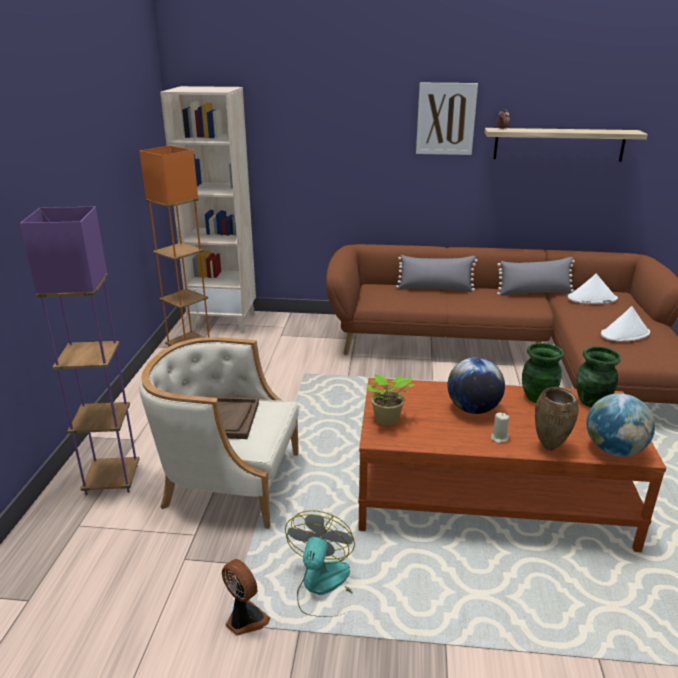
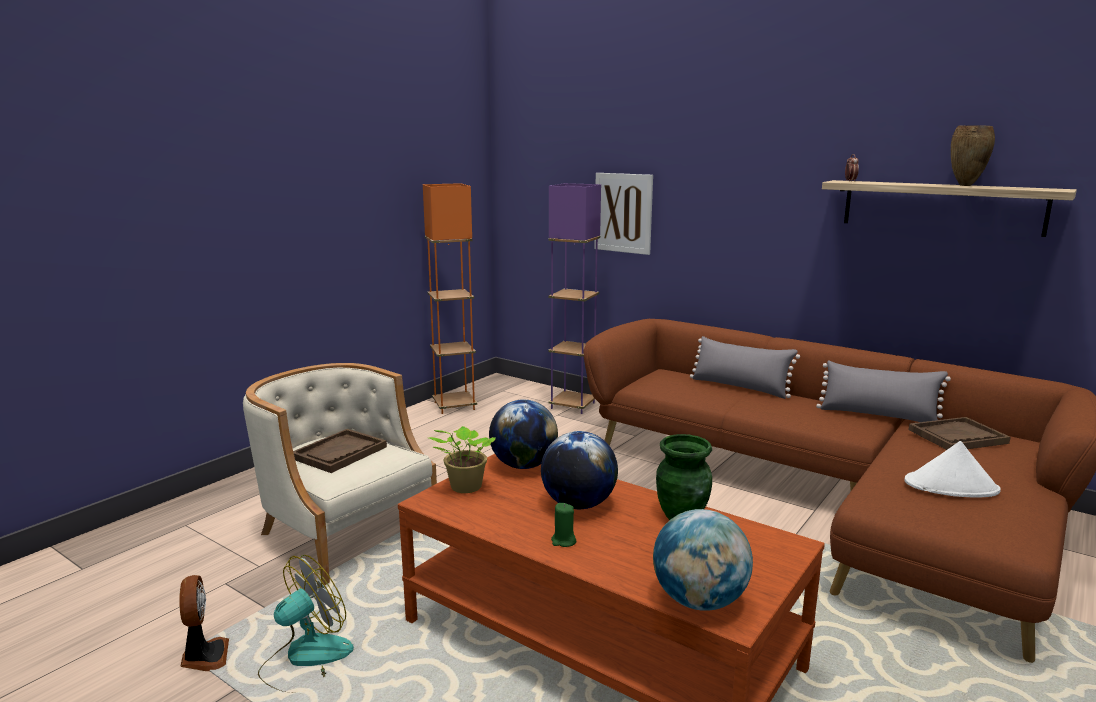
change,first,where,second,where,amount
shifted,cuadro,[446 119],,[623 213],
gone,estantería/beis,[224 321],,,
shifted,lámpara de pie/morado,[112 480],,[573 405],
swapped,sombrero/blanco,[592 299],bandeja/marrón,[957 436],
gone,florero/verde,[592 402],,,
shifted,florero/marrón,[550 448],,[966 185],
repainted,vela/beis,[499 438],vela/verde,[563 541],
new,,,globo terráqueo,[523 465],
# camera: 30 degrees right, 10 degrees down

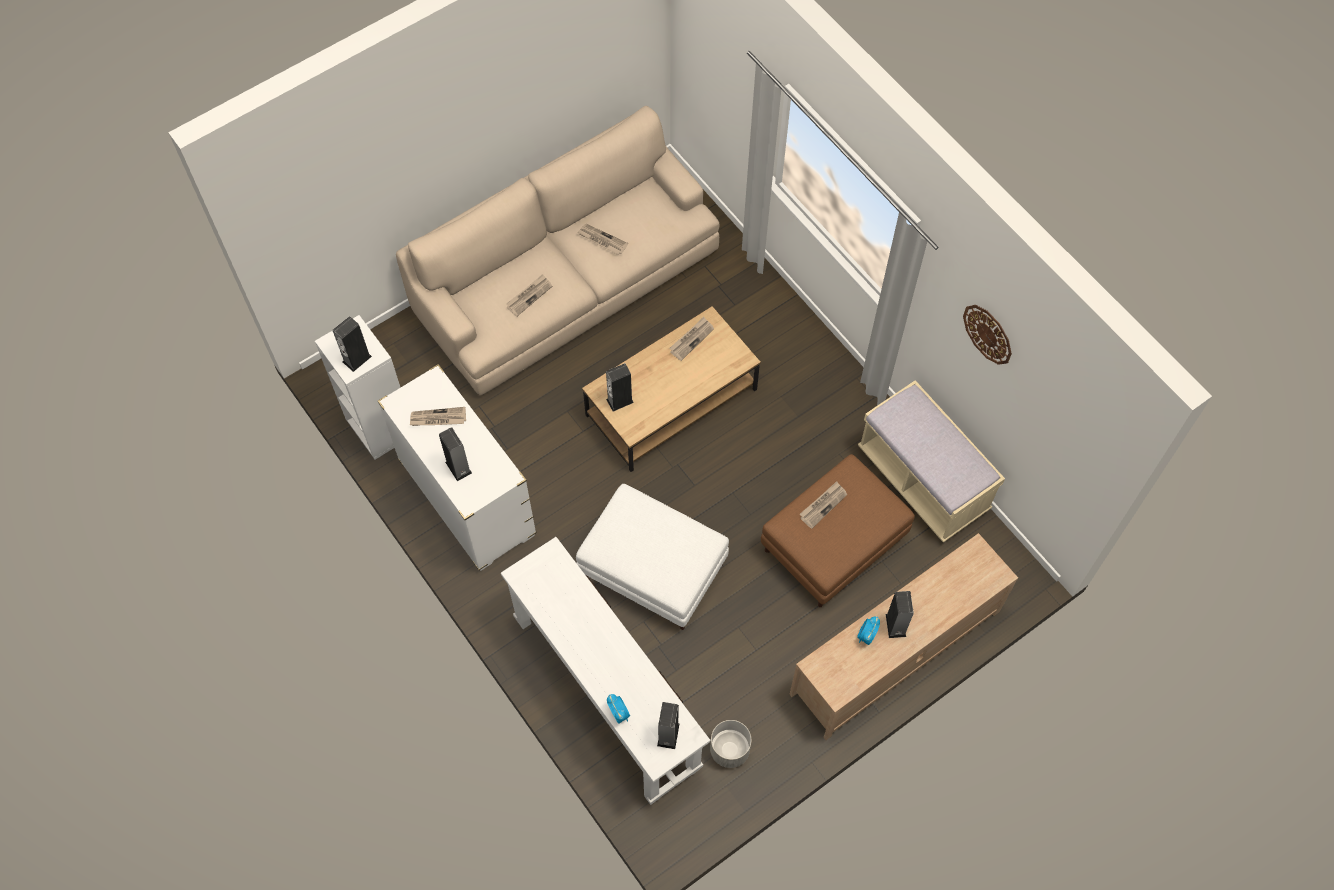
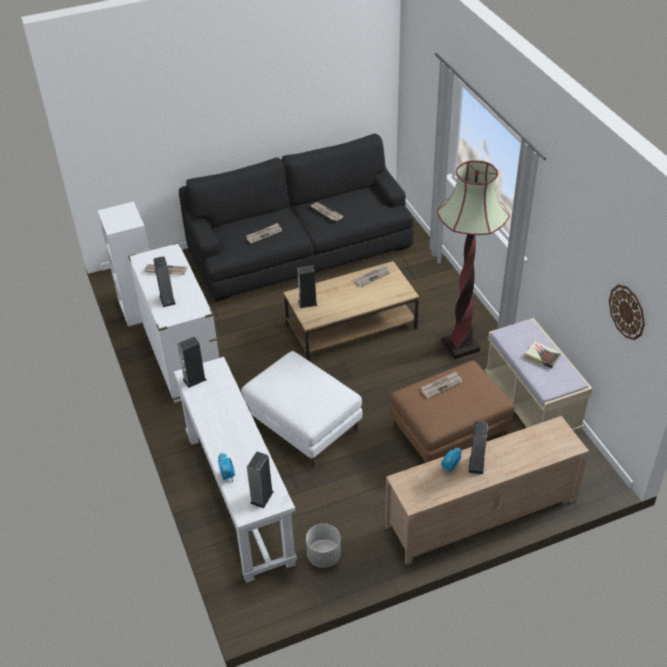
change,first,where,second,where,amount
repainted,sofá/beis,[567 281],sofá/negro,[300 250],
shifted,reloj de pared,[988 334],,[627 311],
shifted,altavoz,[357 359],,[194 379],
new,,,lámpara de pie,[460 346],
new,,,libro,[542 356],
# camera: 15 degrees right, 20 degrees down

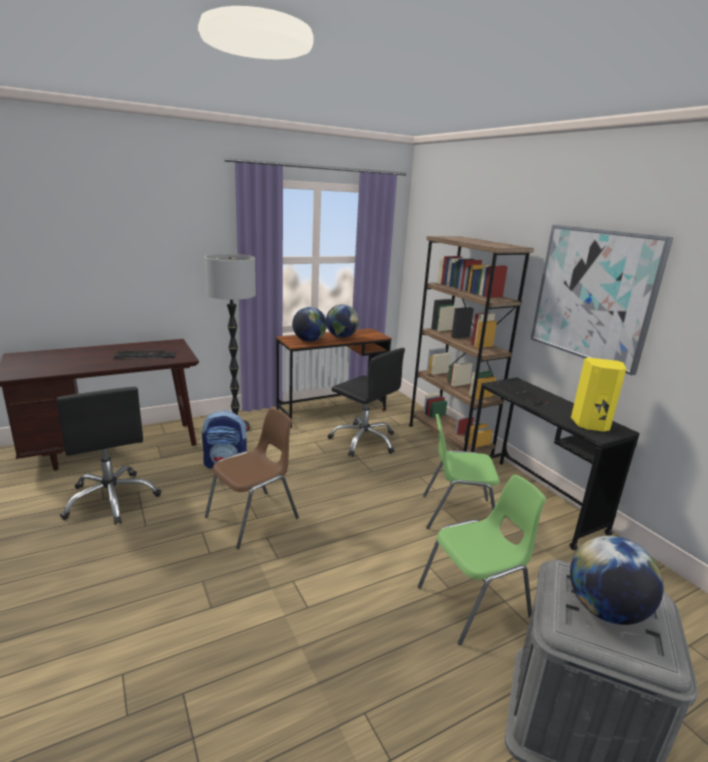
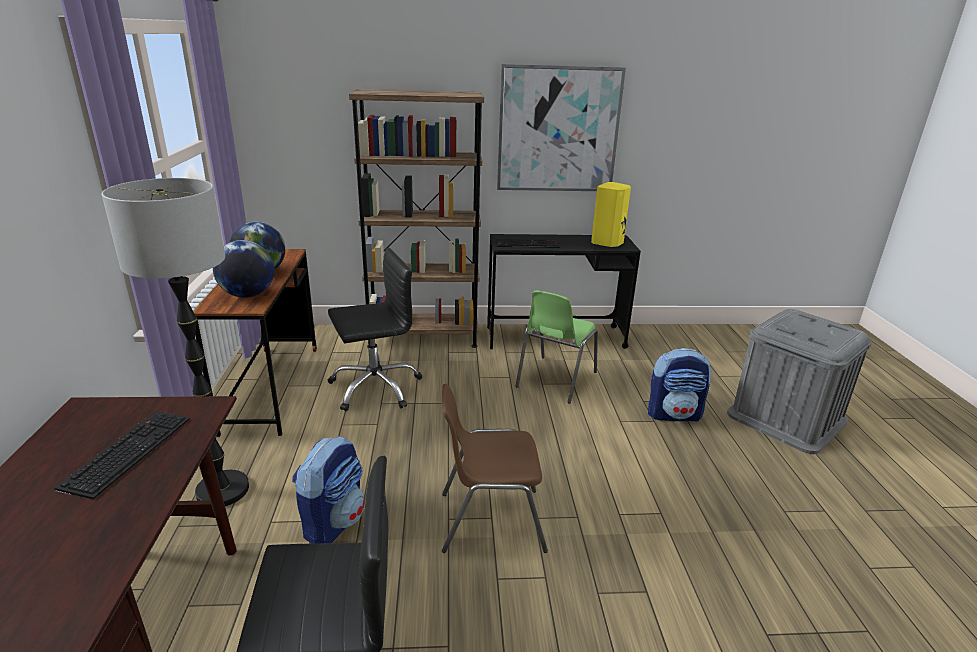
change,first,where,second,where,amount
rotated,silla/marrón,[254 517],,[489 520],75 degrees counterclockwise
swapped,silla/verde,[475 602],mochila,[674 414],
gone,globo terráqueo,[605 610],,,
# camera: 65 degrees left, 5 degrees up

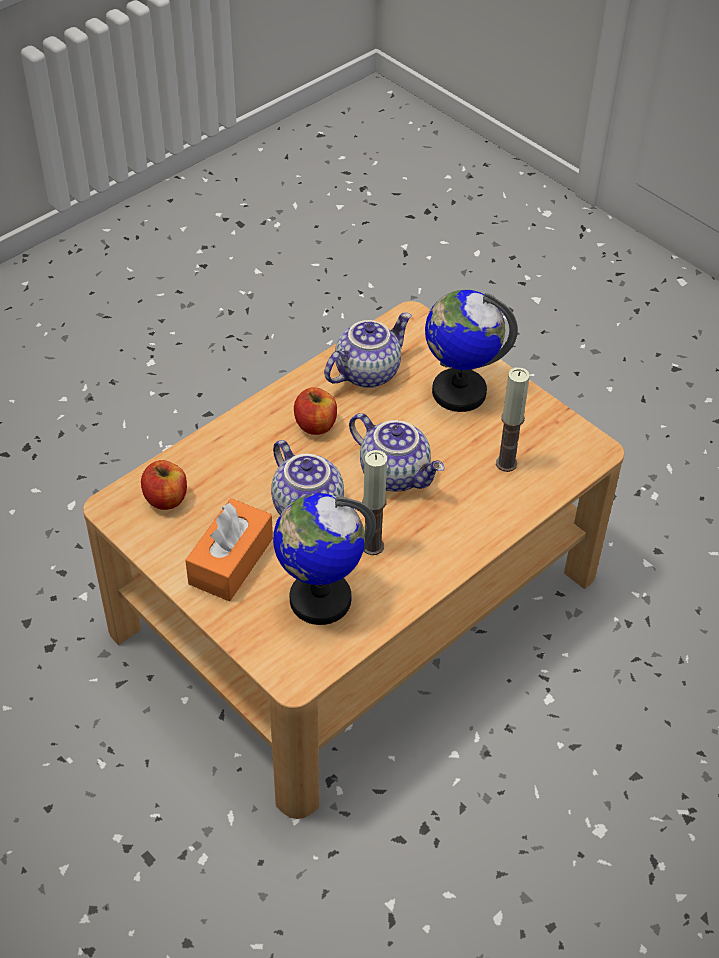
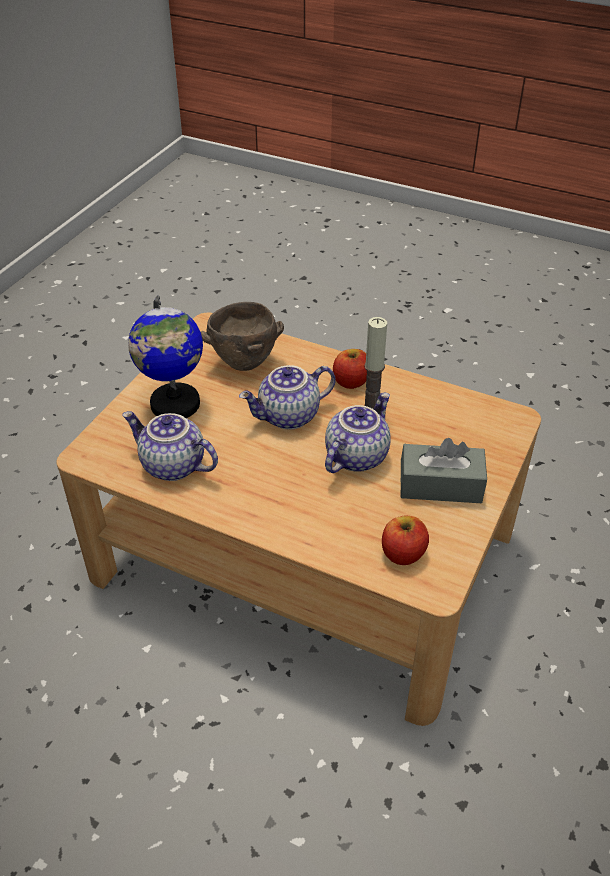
change,first,where,second,where,amount
swapped,vela,[506 463],cuenco/marrón,[245 363],
shifted,manzana,[315 425],,[351 381],
rotated,tetera,[396 474],,[289 417],135 degrees counterclockwise
gone,globo terráqueo,[319 599],,,
repainted,caja de pañuelos/naranja,[231 561],caja de pañuelos/gris,[440 485],
# camera: 110 degrees left, 5 degrees down

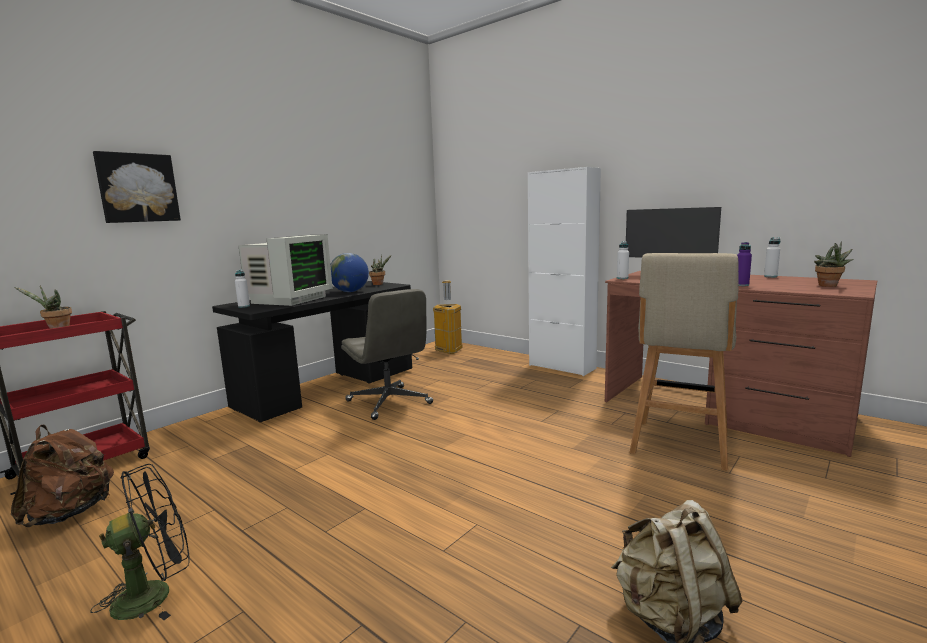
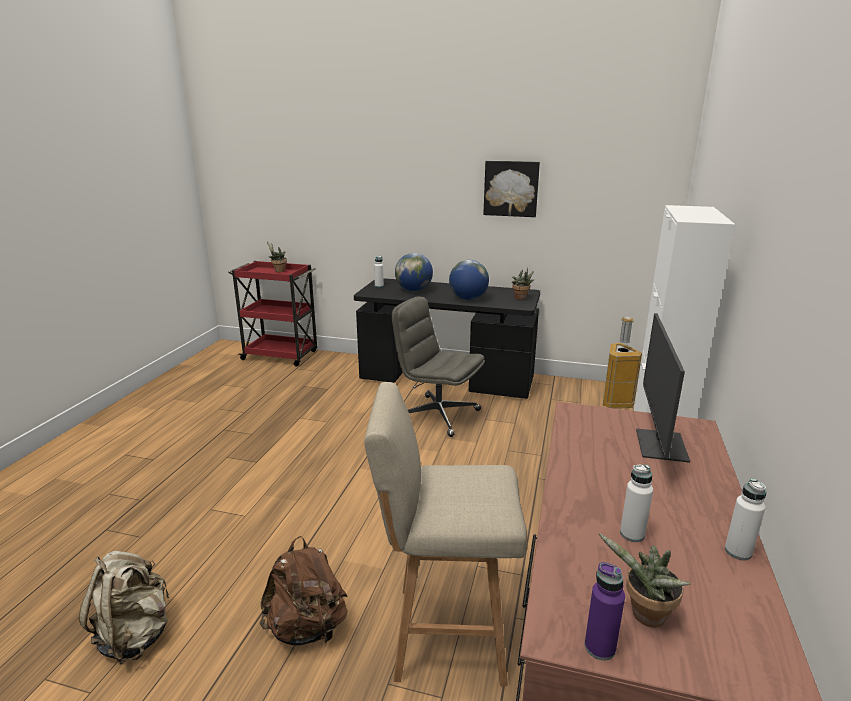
change,first,where,second,where,amount
shifted,cuadro,[138 188],,[511 188],
swapped,monitor,[288 300],globo terráqueo,[414 290],
shifted,botella/blanco,[622 278],,[632 534],
shifted,botella/morado,[741 285],,[600 647],
rotated,silla de oficina/gris,[389 402],,[437 415],90 degrees clockwise
shifted,mochila/marrón,[71 513],,[307 628],
gone,ventilador/negro,[155 593],,,
# camera: 65 degrees right, 10 degrees up

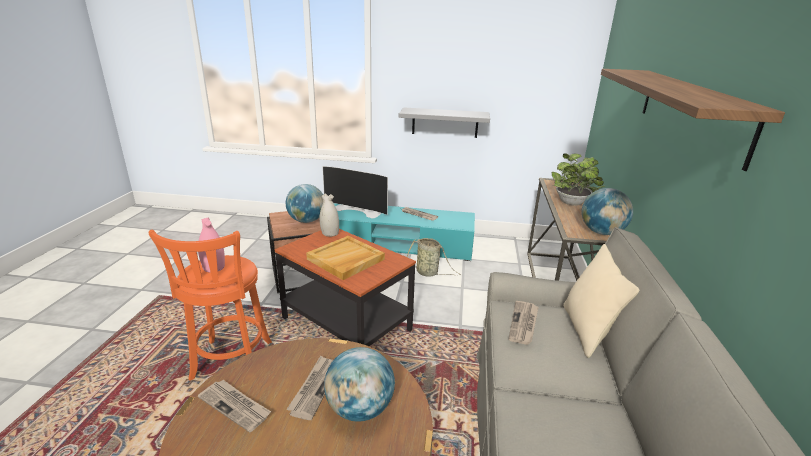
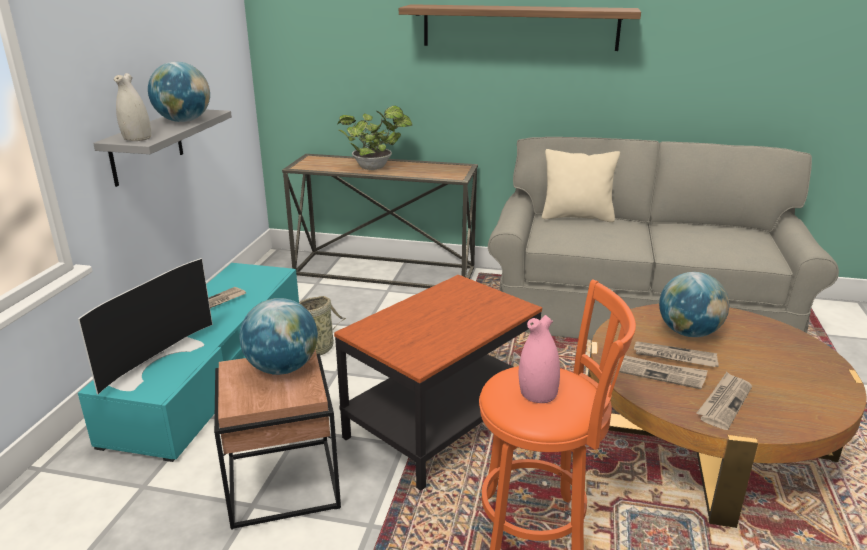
change,first,where,second,where,amount
shifted,globo terráqueo,[601 232],,[184 121],
shifted,florero/blanco,[330 233],,[137 139],
gone,bandeja/beis,[345 260],,,
shifted,periódico,[523 324],,[661 374],
# camera: 85 degrees left, 0 degrees up

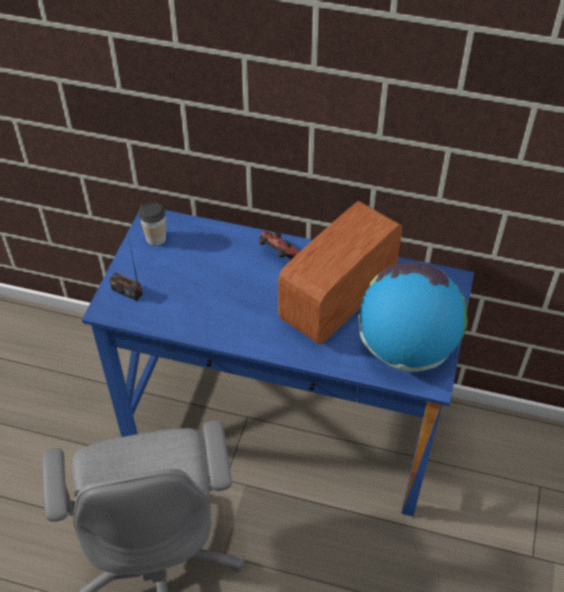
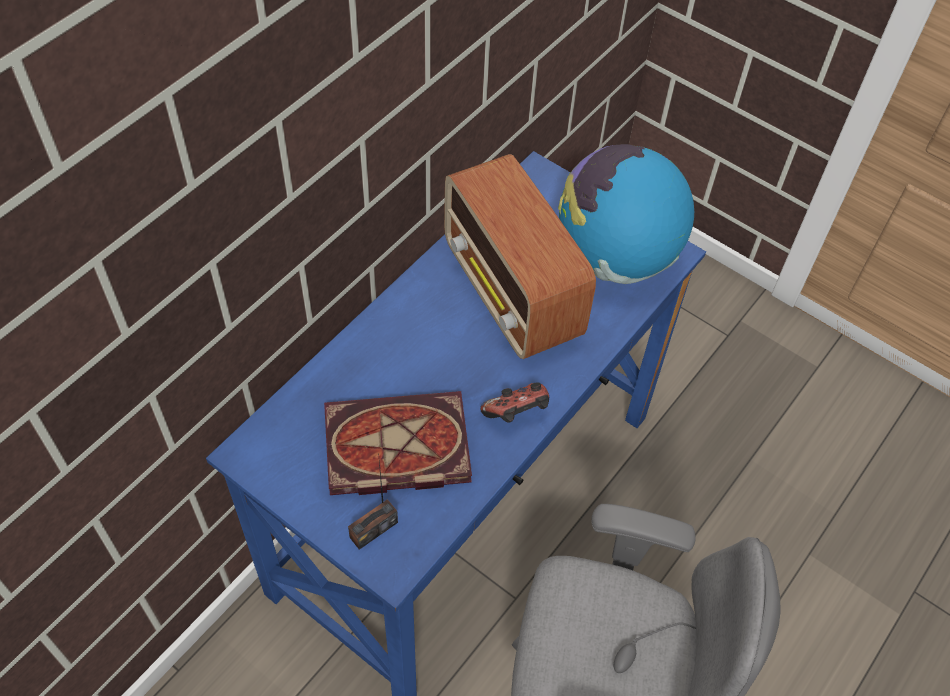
change,first,where,second,where,amount
gone,taza,[156 238],,,
shifted,mando de consola,[278 255],,[516 414],
new,,,libro,[393 449],
# camera: 70 degrees left, 5 degrees up

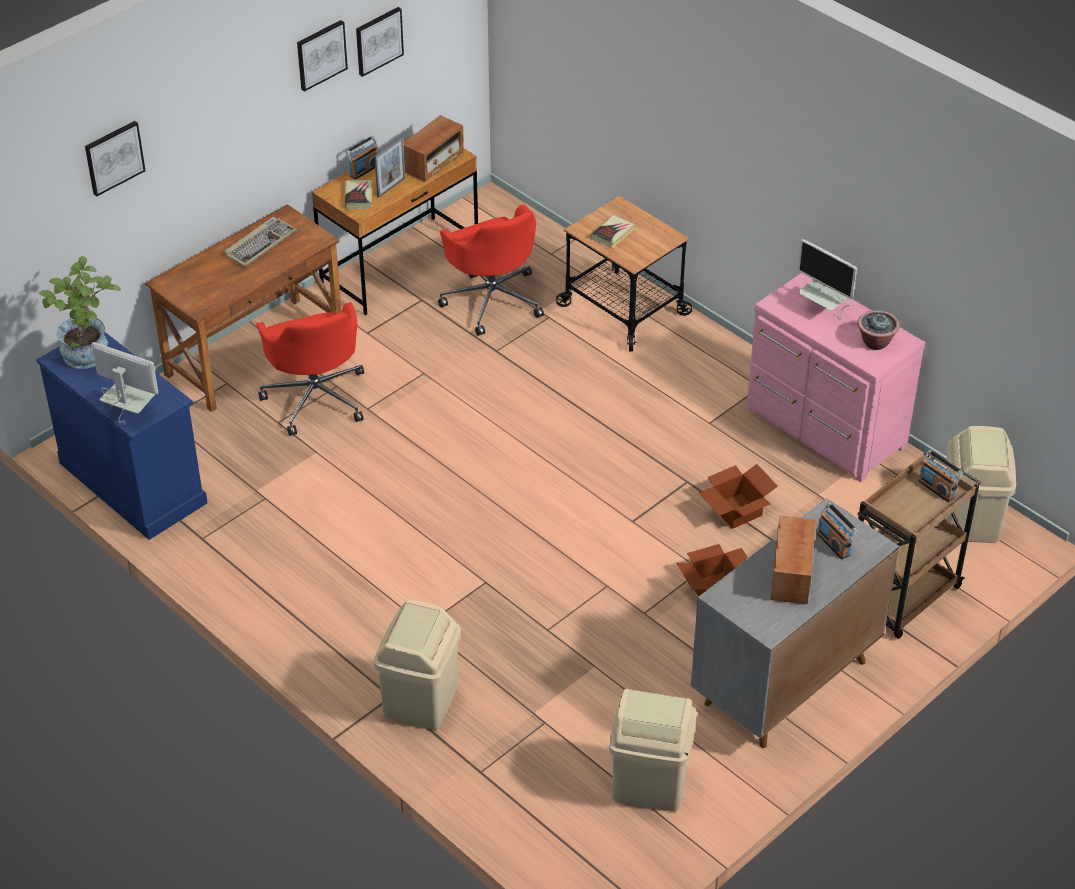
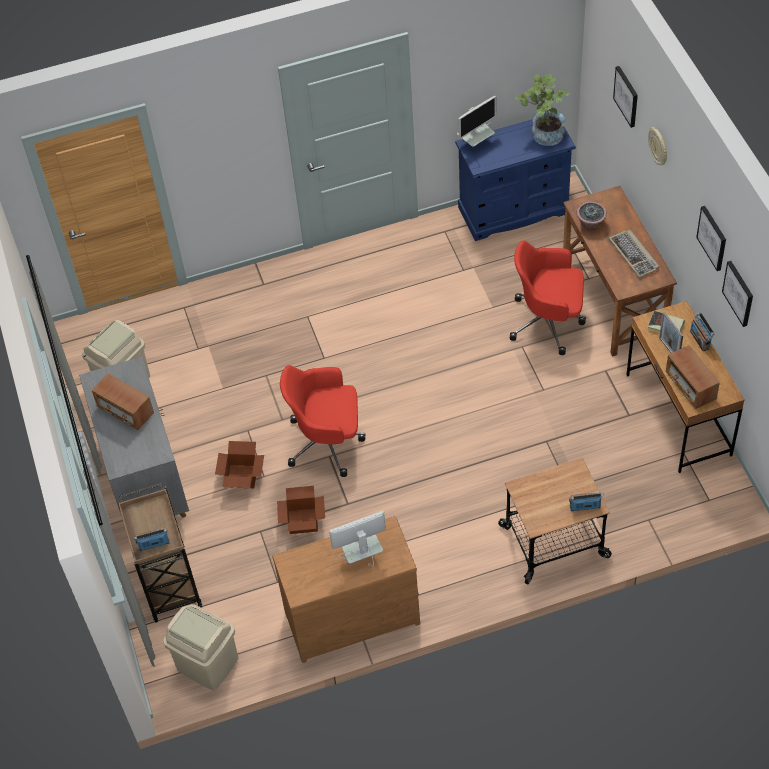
change,first,where,second,where,amount
shifted,silla de oficina/rojo,[492 299],,[327 442],
gone,libro,[612 234],,,
repainted,cómoda/rosa,[824 429],cómoda/marrón,[350 615],
shifted,planta en maceta,[875 342],,[590 224],
shifted,radio,[834 544],,[585 507],
gone,papelera/beis,[420 699],,,
new,,,reloj de pared,[659 147],
# camera: 120 degrees right, 10 degrees up

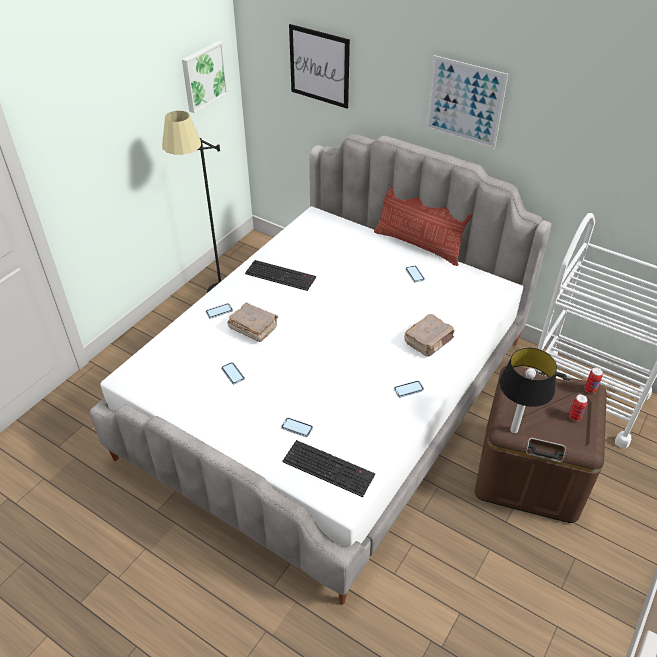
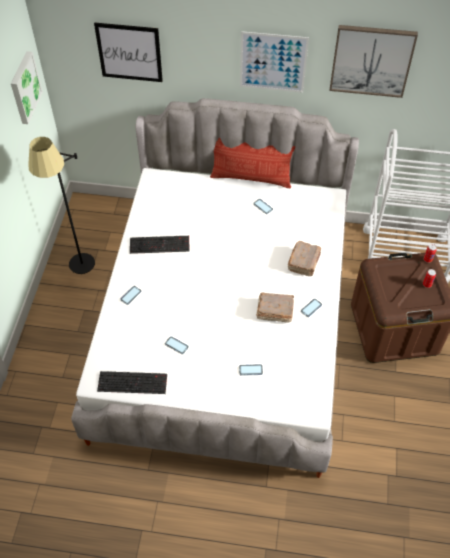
change,first,where,second,where,amount
shifted,libro/marrón,[253 328],,[274 311],
gone,lámpara de mesa,[513 430],,,
shifted,teclado,[330 467],,[133 382],
new,,,cuadro,[371 60],
# camera: 25 degrees left, 10 degrees up

